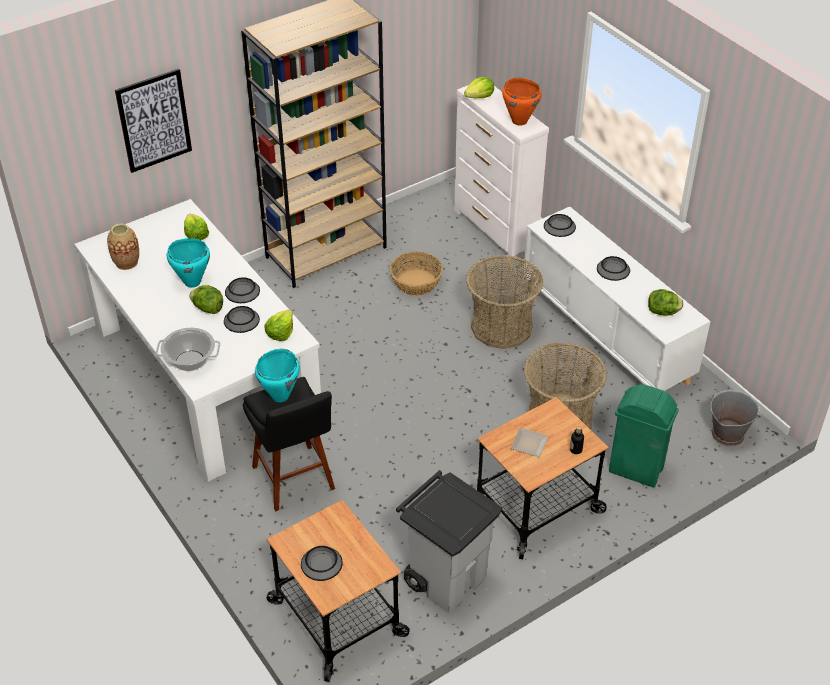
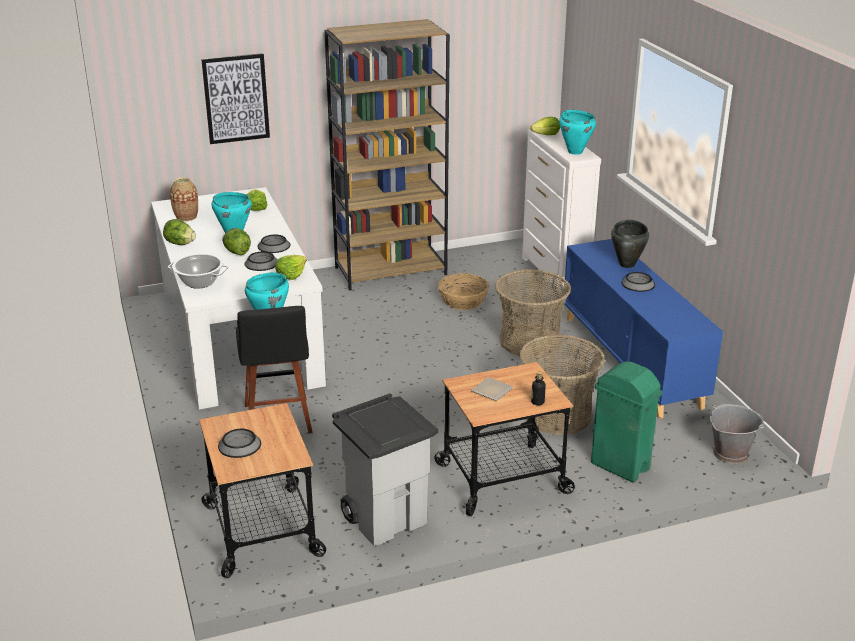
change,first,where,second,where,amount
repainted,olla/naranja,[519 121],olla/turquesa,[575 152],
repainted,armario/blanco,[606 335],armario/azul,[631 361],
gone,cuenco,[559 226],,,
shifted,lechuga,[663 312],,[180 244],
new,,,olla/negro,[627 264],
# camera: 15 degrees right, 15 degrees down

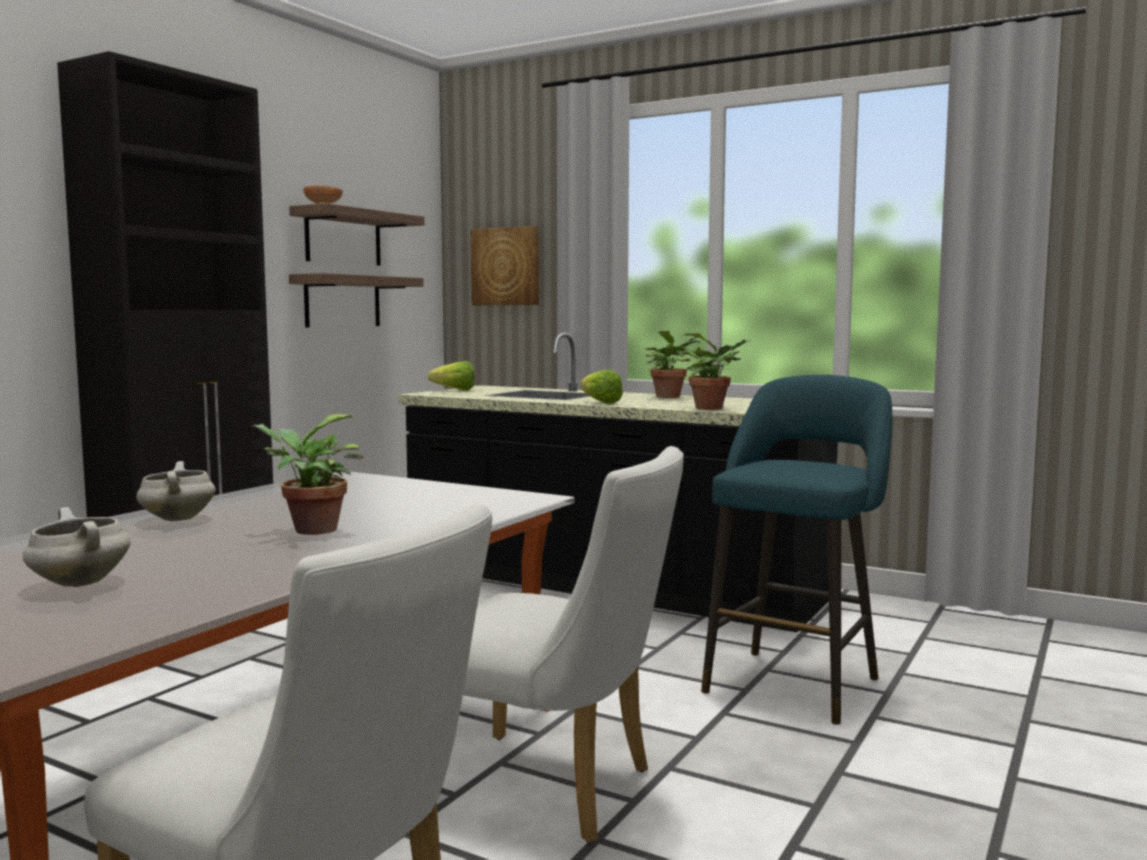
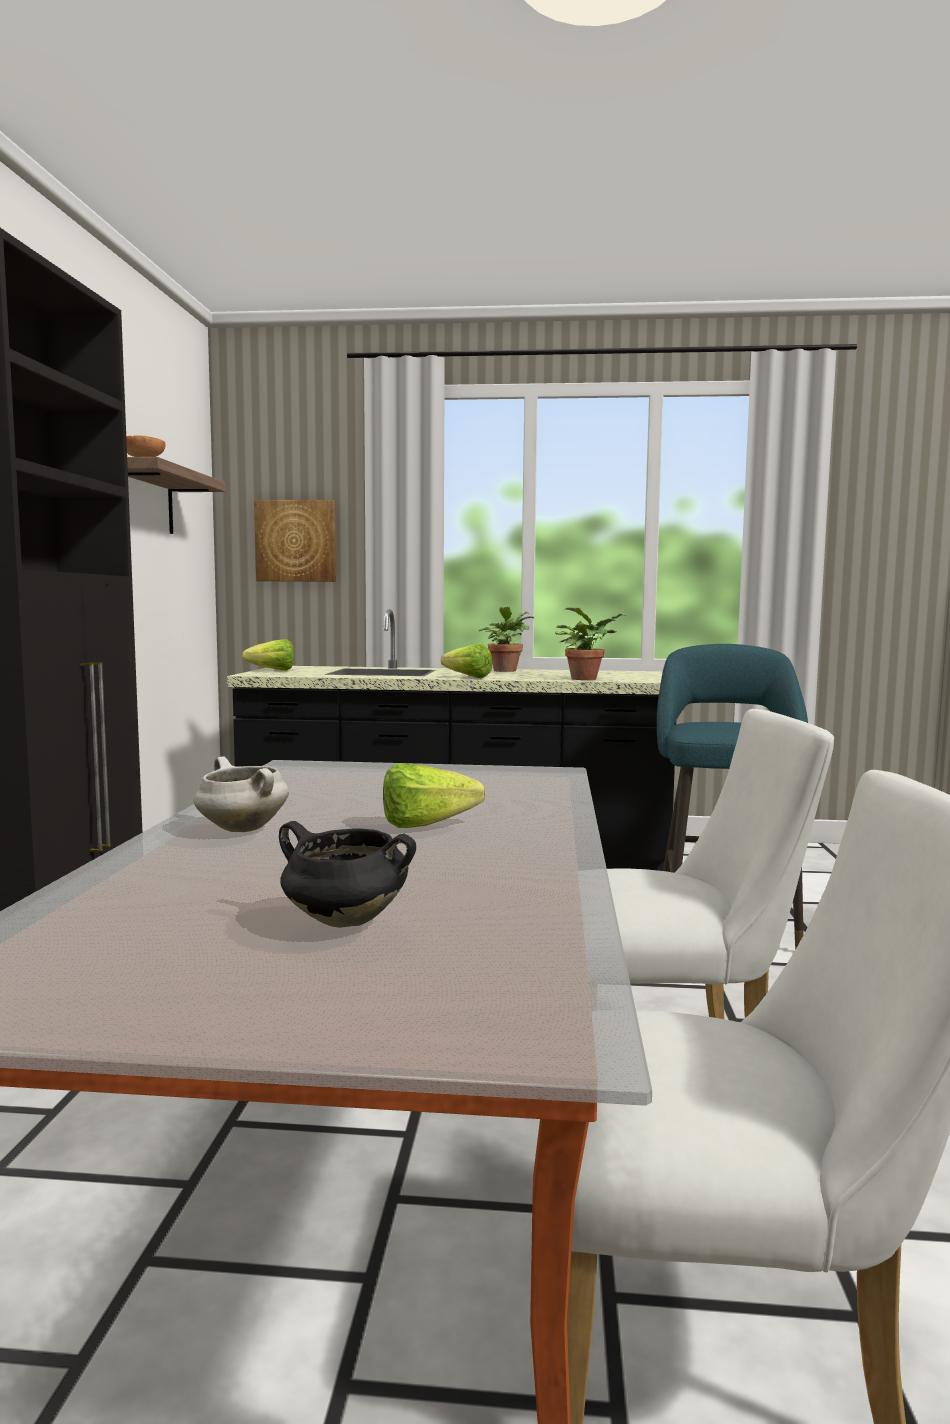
change,first,where,second,where,amount
gone,estante,[342 301],,,
swapped,planta en maceta,[309 530],lechuga,[435 825],
repainted,olla/blanco,[78 583],olla/negro,[343 921],
# camera: 25 degrees left, 0 degrees up

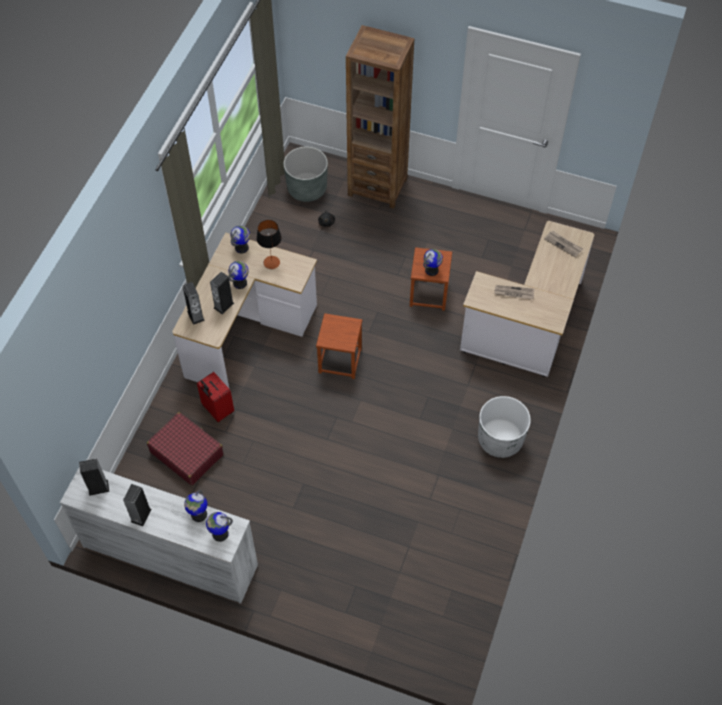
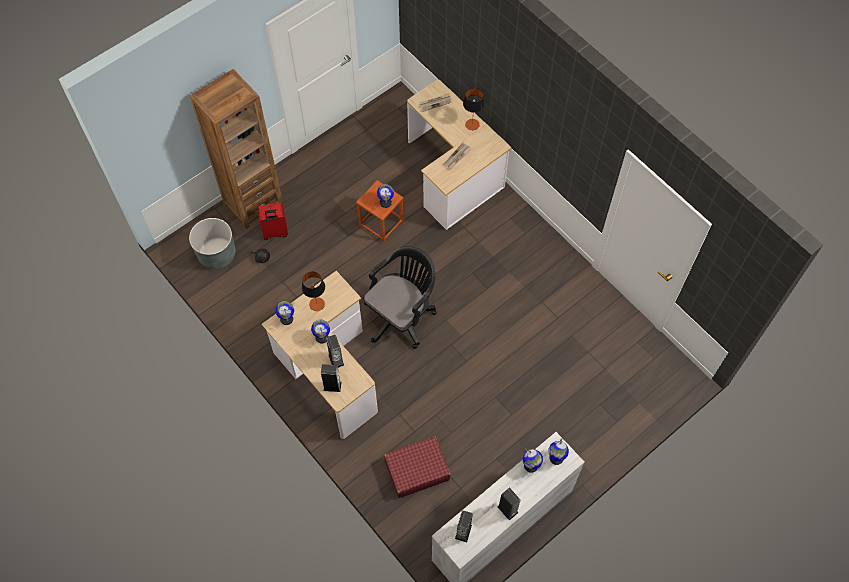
change,first,where,second,where,amount
swapped,taburete/marrón,[340 360],silla de oficina/negro,[401 315],
shifted,maleta/rojo,[217 410],,[275 232],
gone,maceta/blanco,[500 439],,,
new,,,lámpara de mesa,[472 124],
# camera: 60 degrees left, 5 degrees up

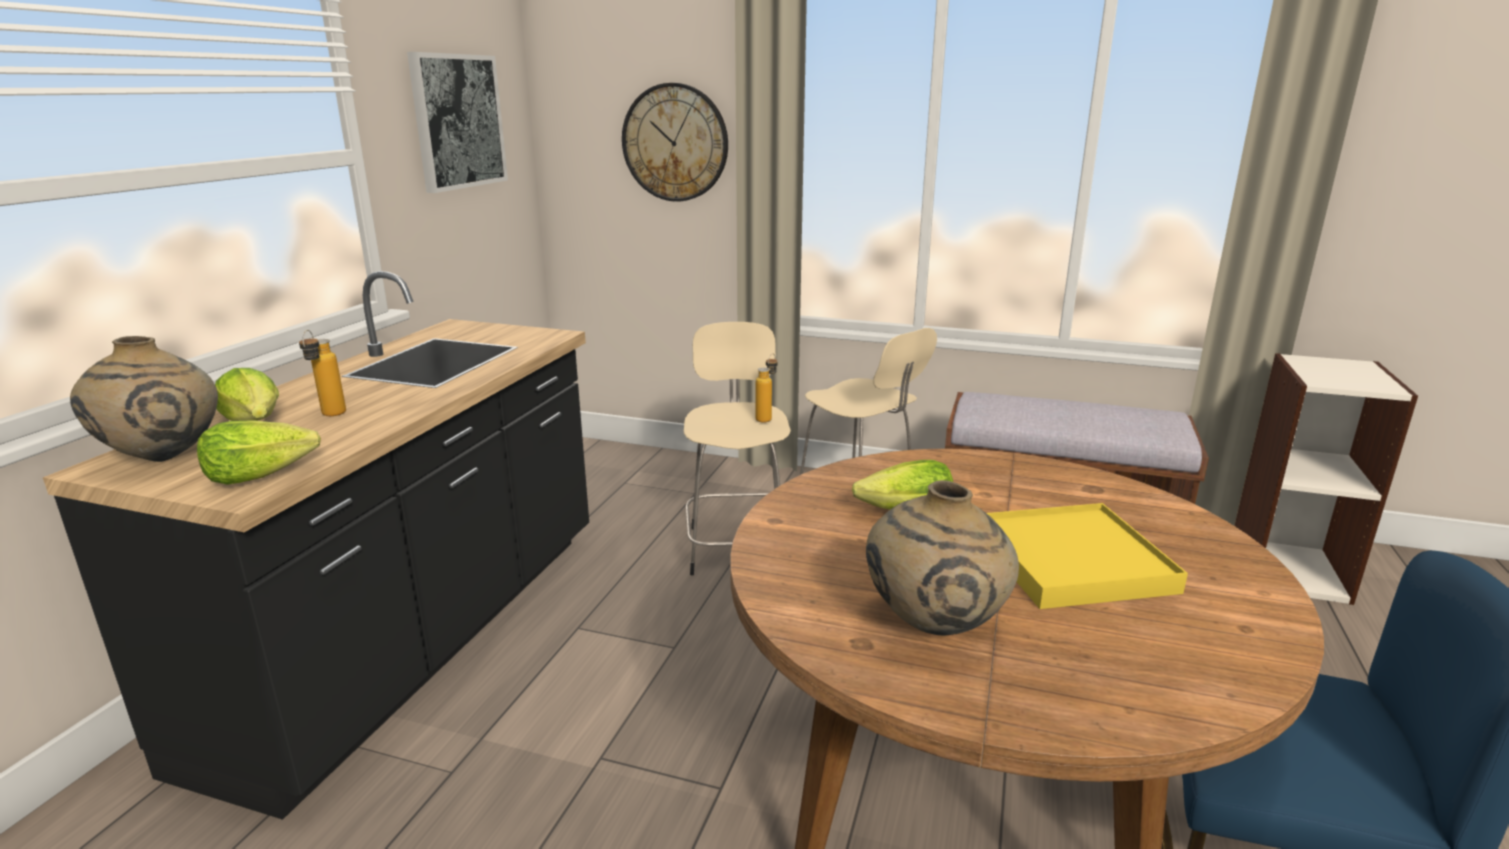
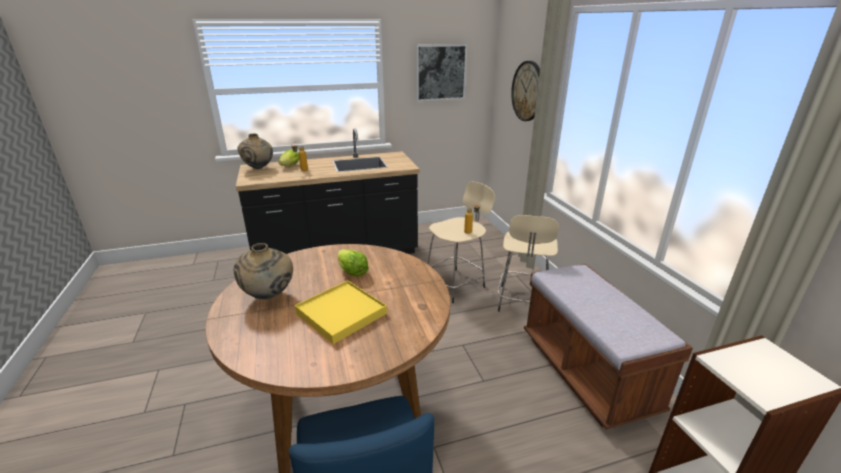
change,first,where,second,where,amount
gone,lechuga,[260 474],,,
# camera: 55 degrees right, 5 degrees up

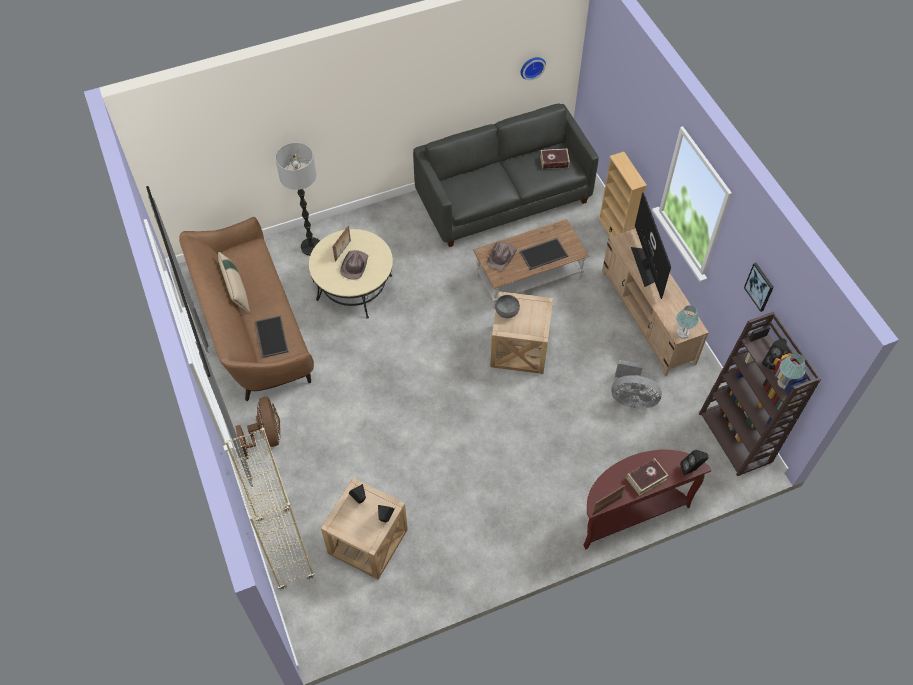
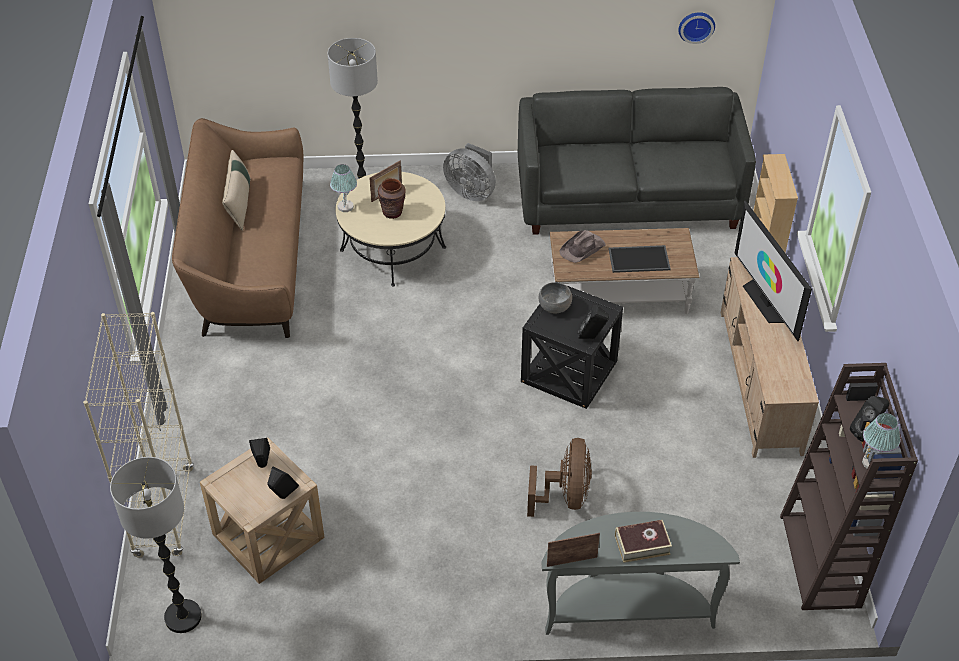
change,first,where,second,where,amount
gone,libro,[554 161],,,
rotated,televisor,[645 265],,[766 301],150 degrees clockwise
swapped,sombrero/marrón,[354 266],florero/marrón,[392 212],
gone,cuadro,[759 286],,,
repainted,mesa auxiliar/beis,[519 348],mesa auxiliar/negro,[569 371],
shifted,lámpara de mesa,[682 333],,[345 206],
gone,bandeja,[270 336],,,
shifted,ventilador/gris,[631 398],,[471 191],
shifted,ventilador/marrón,[266 436],,[565 496],
repainted,mesa consola/marrón,[630 513],mesa consola/gris,[628 609],
shifted,altavoz/negro,[691 469],,[592 337],
new,,,lámpara de pie,[183 617],
# camera: 20 degrees right, 10 degrees down

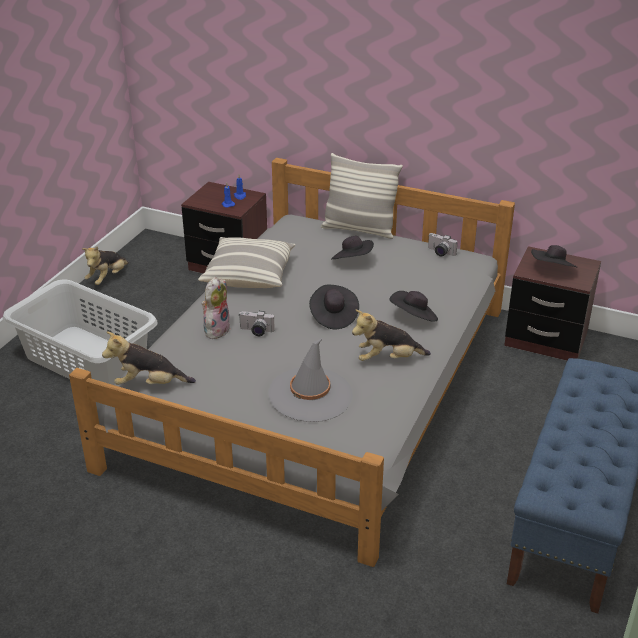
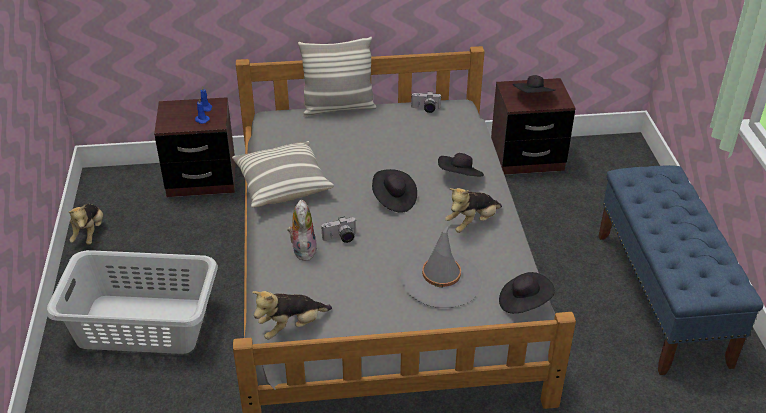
change,first,where,second,where,amount
shifted,sombrero/negro,[352 260],,[523 303],
# camera: 30 degrees left, 5 degrees up

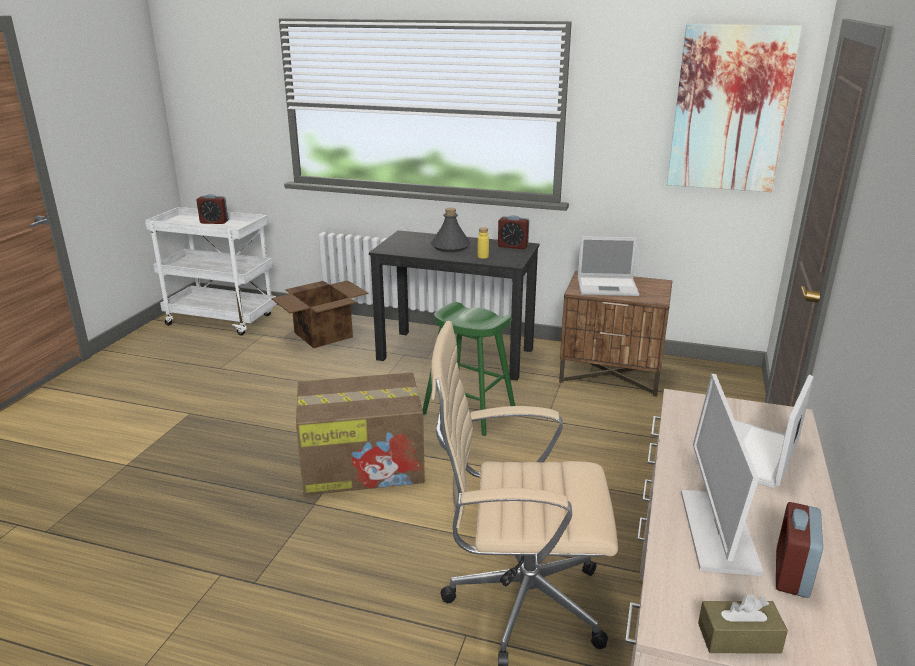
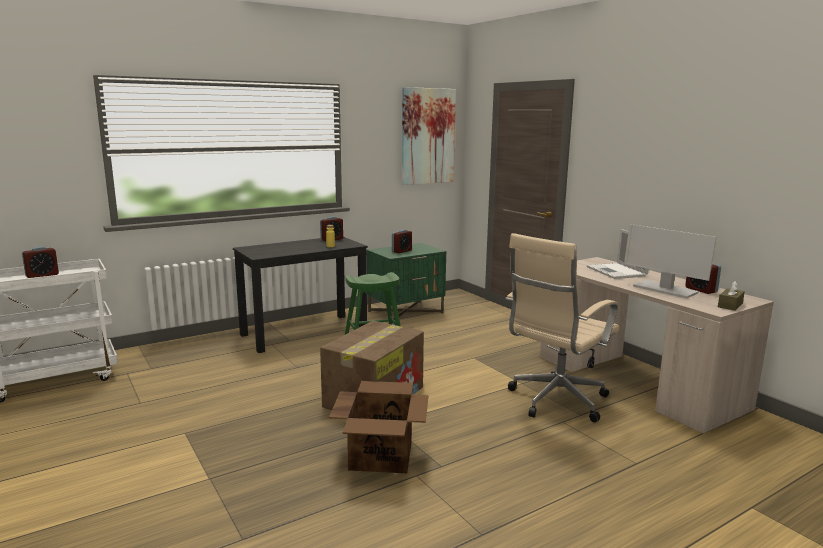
change,first,where,second,where,amount
gone,botella/gris,[450 247],,,
swapped,portátil,[608 287],despertador,[401 251],
repainted,mesita de noche/marrón,[611 375],mesita de noche/verde,[406 312],
shifted,caja de cartón,[324 334],,[381 455],
# camera: 50 degrees left, 10 degrees down

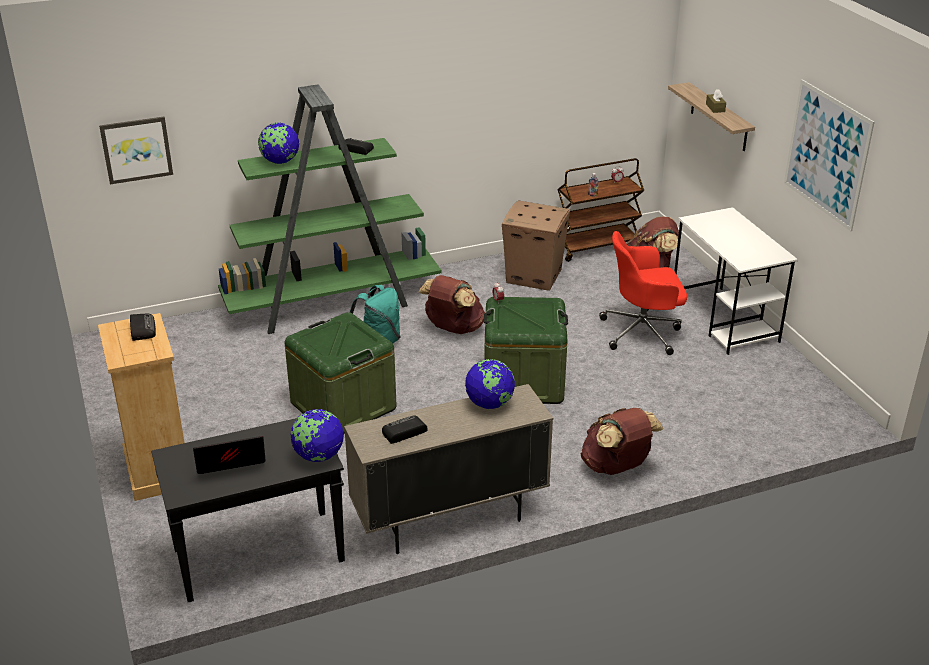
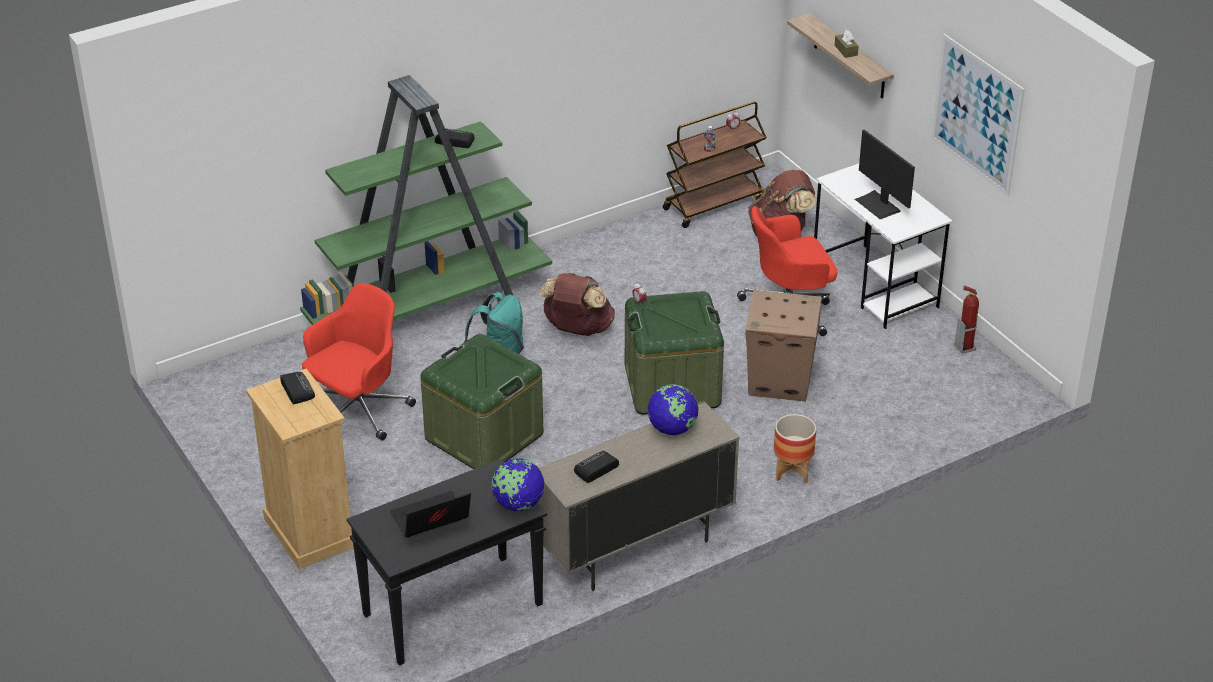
change,first,where,second,where,amount
gone,cuadro,[136 149],,,
gone,globo terráqueo,[280 162],,,
shifted,caja de cartón,[534 276],,[780 380],
swapped,mochila/marrón,[616 467],maceta,[792 472],
new,,,monitor,[878 205],
new,,,silla de oficina/rojo,[358 411],
new,,,extintor,[964 347],
# camera: 10 degrees left, 5 degrees up

